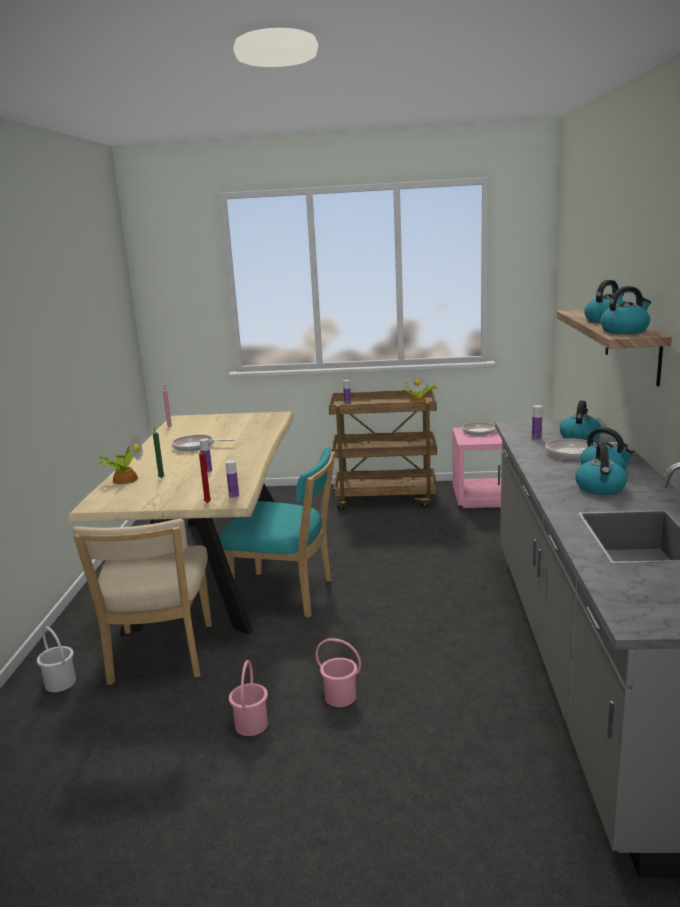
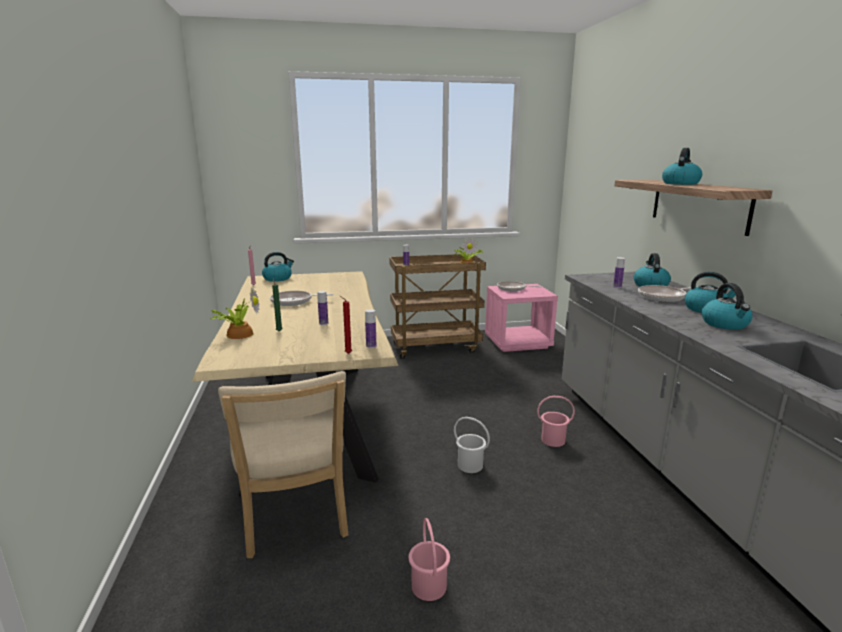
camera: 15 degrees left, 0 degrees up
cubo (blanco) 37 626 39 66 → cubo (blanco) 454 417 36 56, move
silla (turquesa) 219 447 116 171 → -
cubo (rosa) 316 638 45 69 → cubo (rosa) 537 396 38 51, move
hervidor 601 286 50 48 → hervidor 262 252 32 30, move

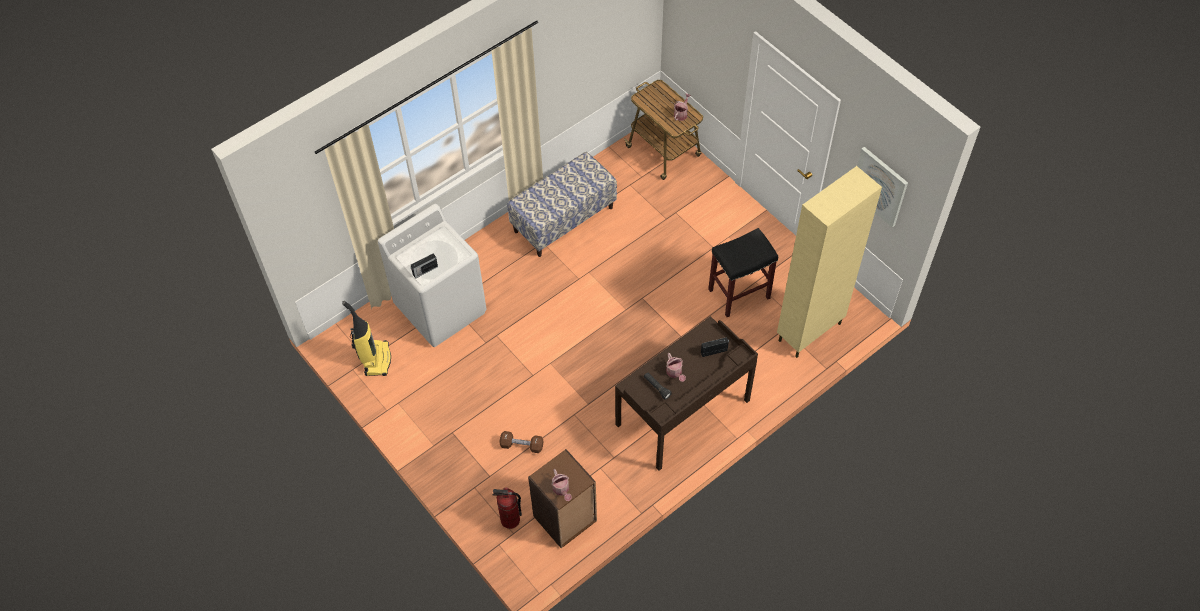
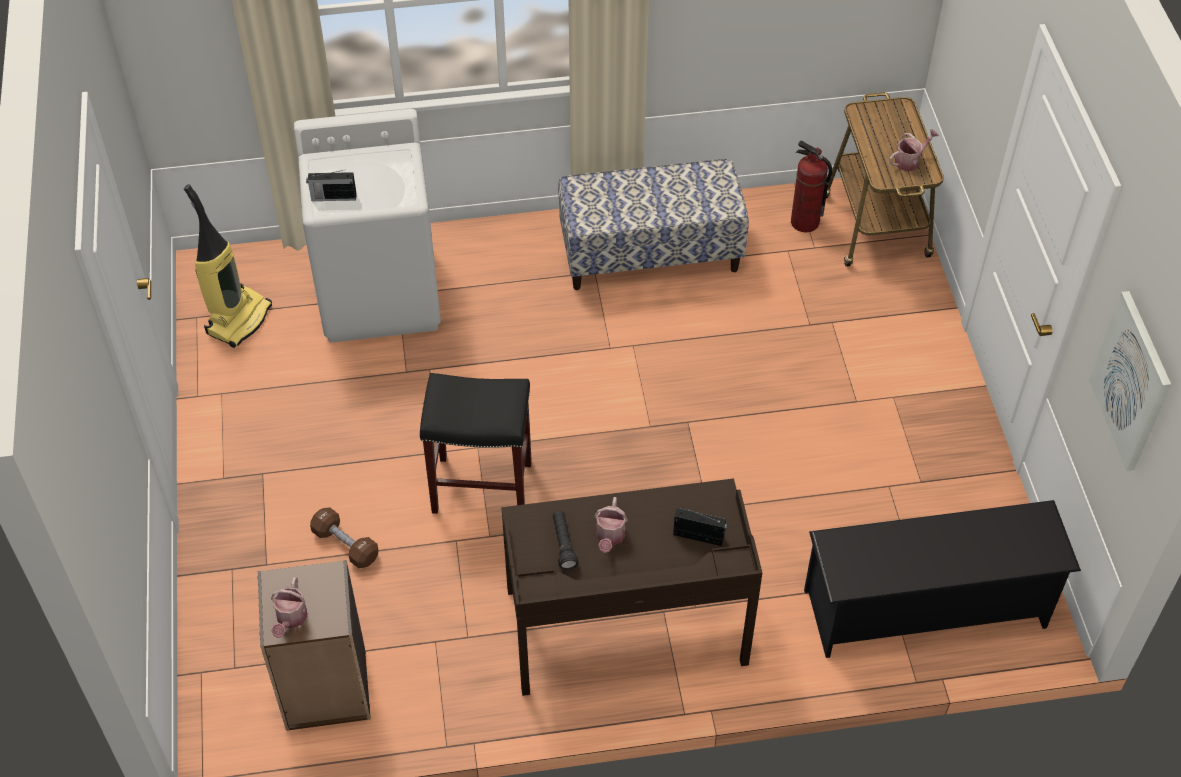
camera: 30 degrees right, 5 degrees down
extintor 493 488 29 41 → extintor 791 141 41 91, move
taburete (negro) 708 228 70 89 → taburete (negro) 420 373 112 141, move
armario (beis) 777 166 105 192 → zapatero (negro) 804 500 277 158

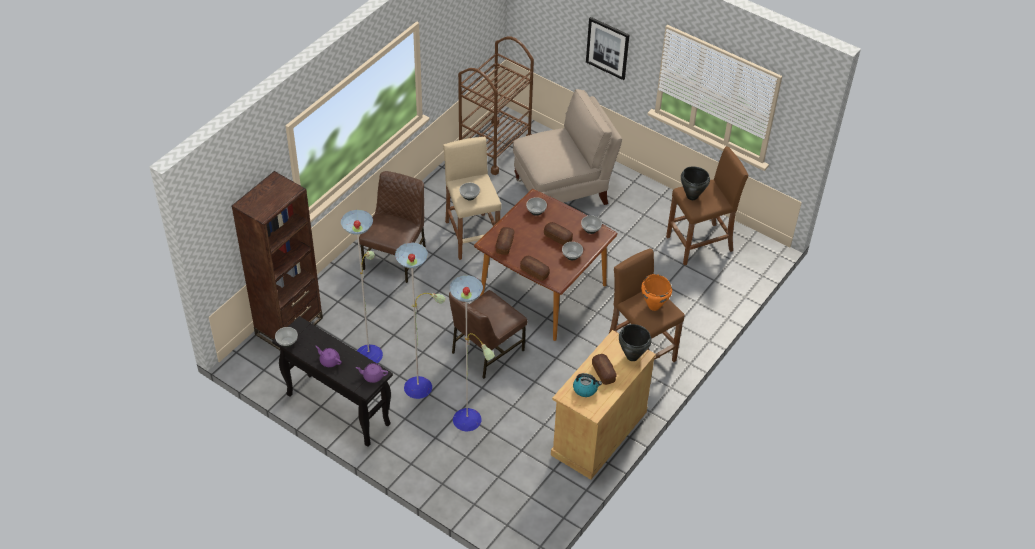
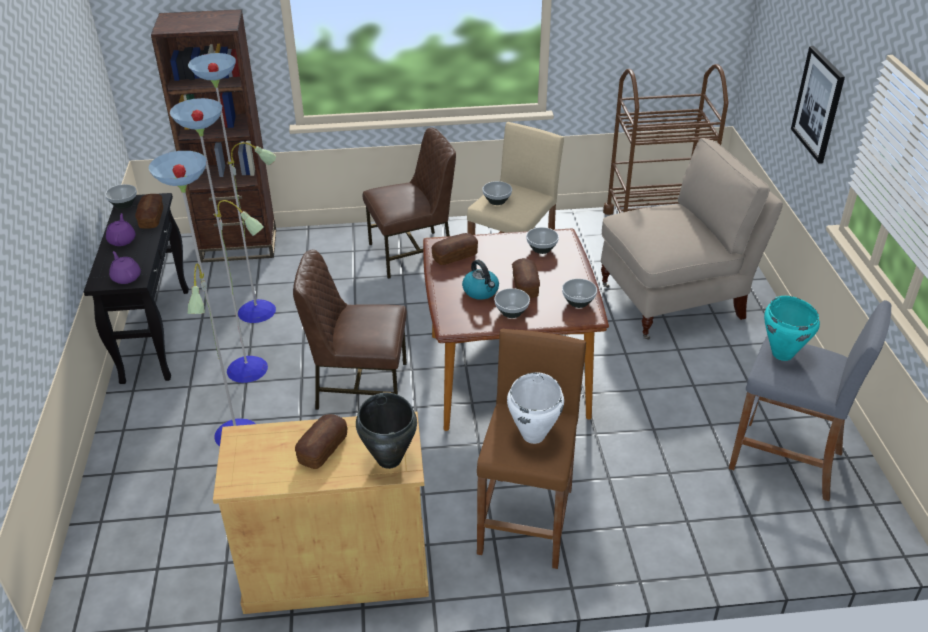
camera: 50 degrees right, 10 degrees down
silla (beis) 513 89 109 116 → silla (beis) 601 138 182 202, 45 degrees counterclockwise
pan 520 256 30 25 → pan 135 194 28 35, move
hervidor 573 373 29 24 → hervidor 462 260 37 40, move
olla (naranja) 641 274 31 37 → olla (blanco) 507 372 57 72
taburete (marrón) 666 146 82 120 → taburete (gris) 729 300 163 201
olla (negro) 681 166 29 34 → olla (turquesa) 764 296 56 65

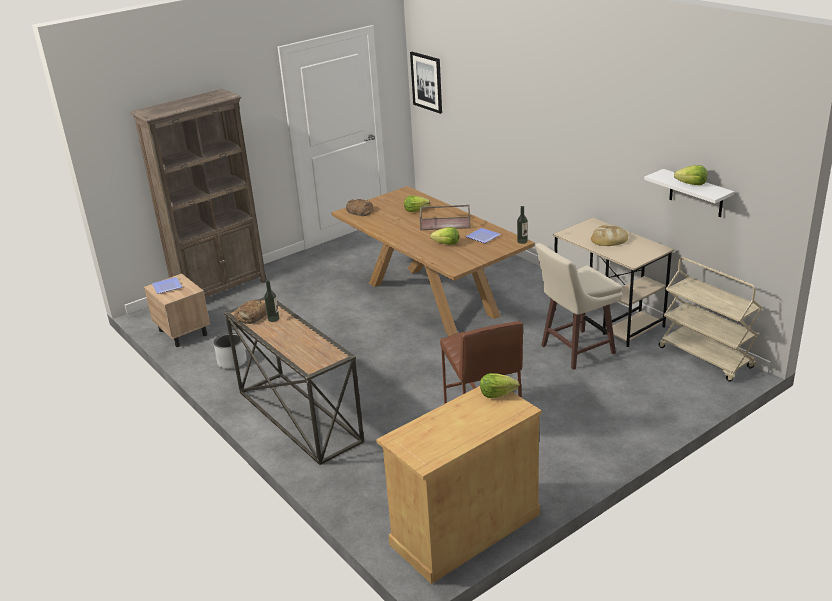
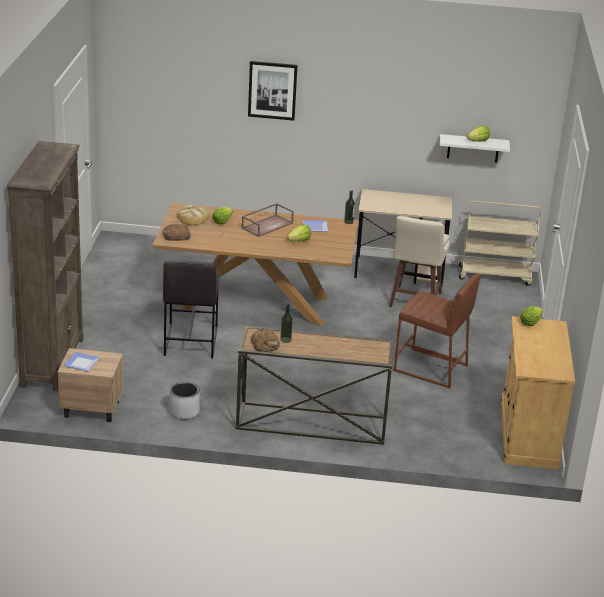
camera: 50 degrees left, 0 degrees up
cuadro 410 52 32 62 → cuadro 248 61 50 60, move
pan 591 224 37 22 → pan 177 205 33 20, move
- → taburete (gris) 163 261 57 98

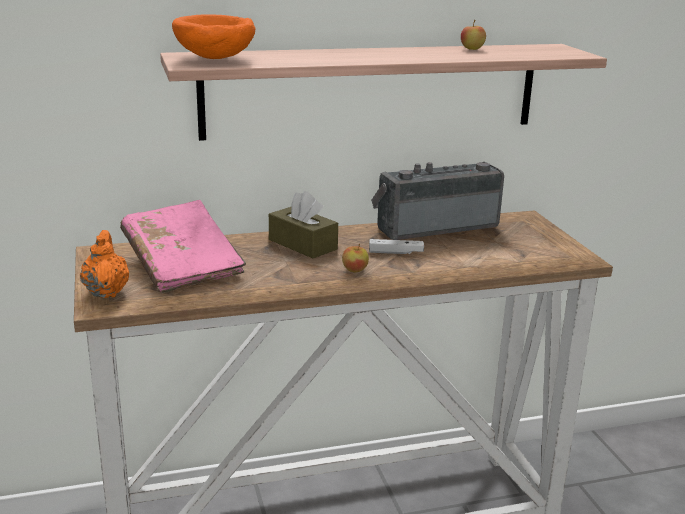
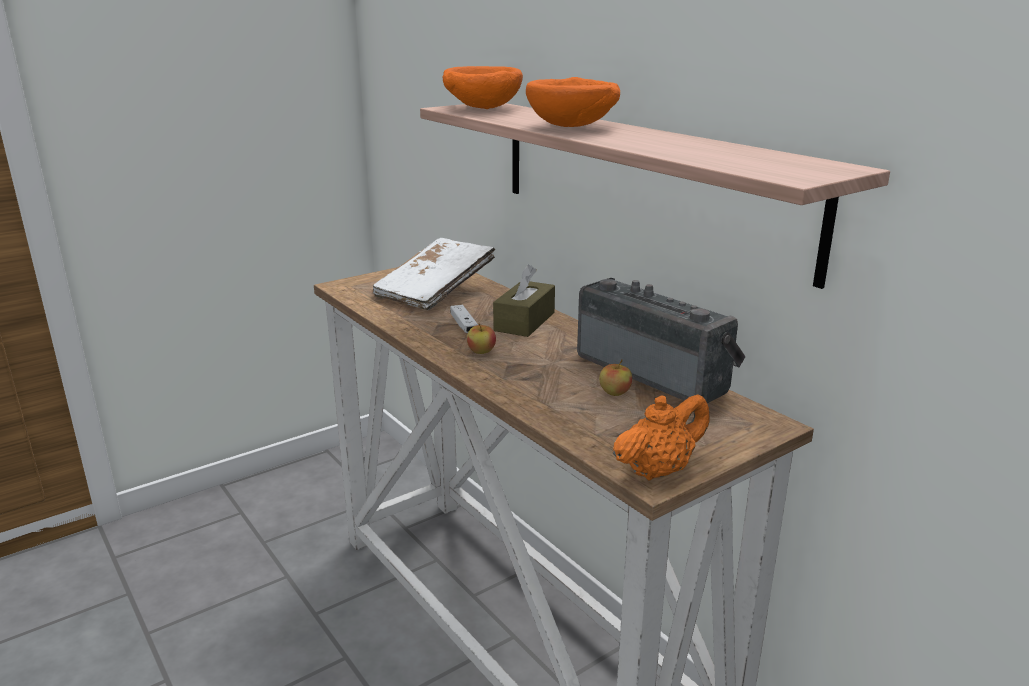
camera: 70 degrees right, 0 degrees up
tetera (naranja) 80 230 49 68 → tetera (naranja) 613 394 97 87, move
libro (rosa) 120 200 126 93 → libro (blanco) 373 238 122 72
mando de consola (blanco) 369 239 55 15 → mando de consola (blanco) 450 305 28 28, move
manzana 461 19 25 31 → manzana 599 359 33 37, move
- → cuenco (naranja) 526 77 94 50

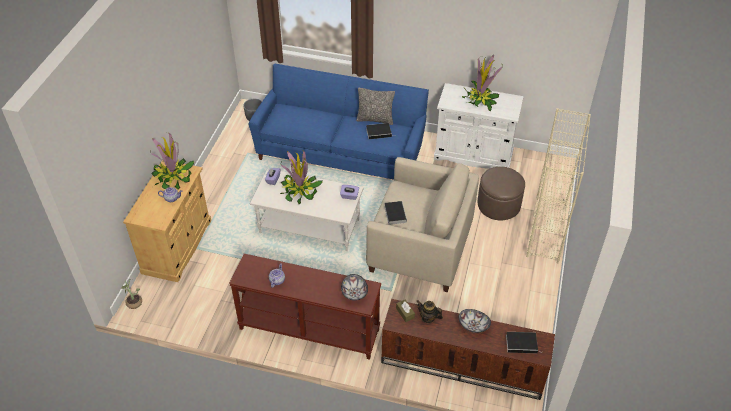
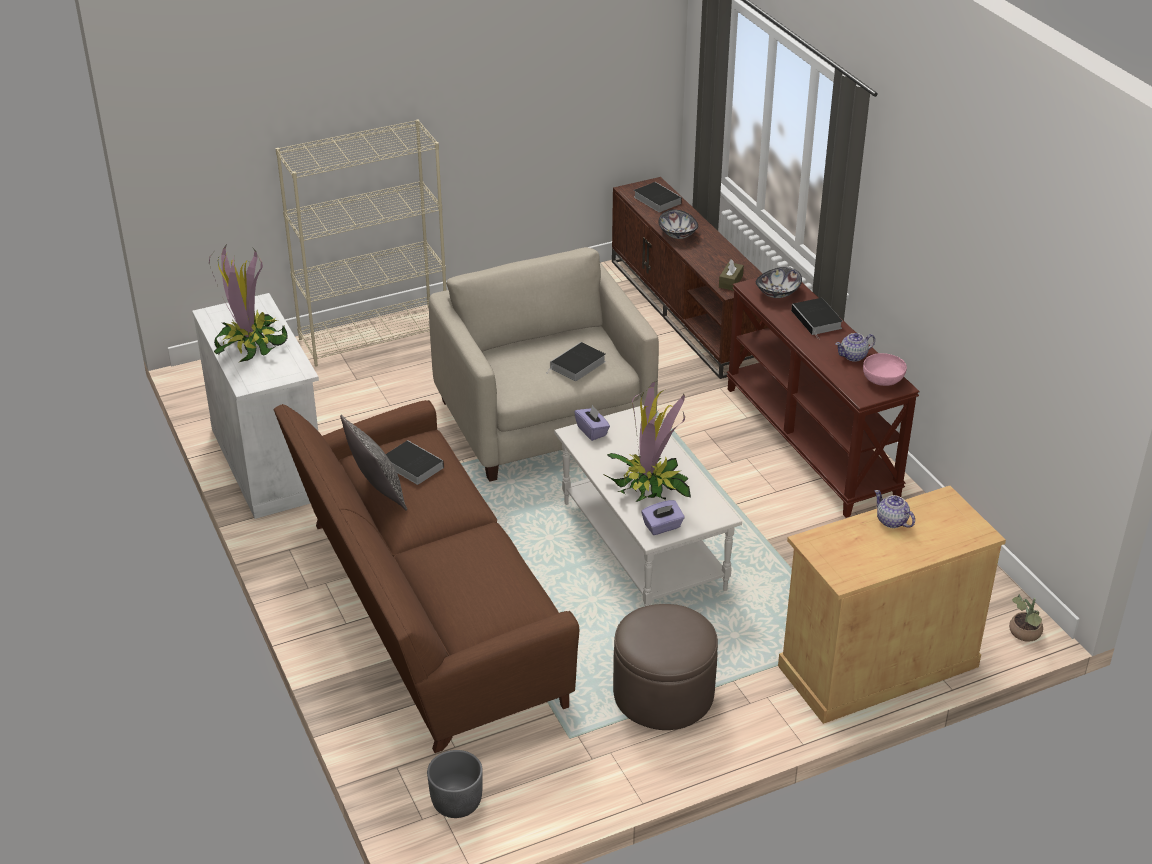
camera: 130 degrees left, 10 degrees down
planta en maceta 150 133 44 57 → -
sofá (azul) 249 64 180 116 → sofá (marrón) 274 400 305 353
tetera 416 300 27 23 → -
puf (marrón) 478 167 47 54 → puf (marrón) 613 604 105 126, move
- → libro 791 298 52 41
- → cuenco (rosa) 863 353 44 33

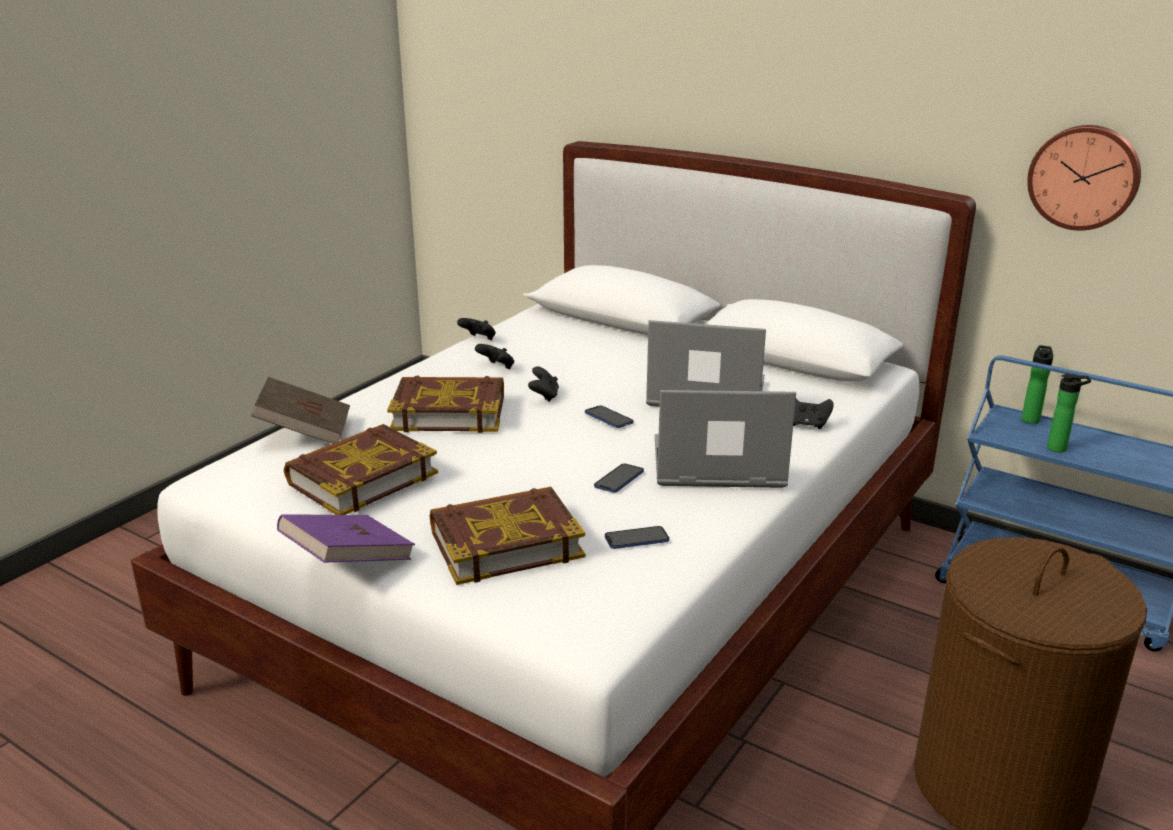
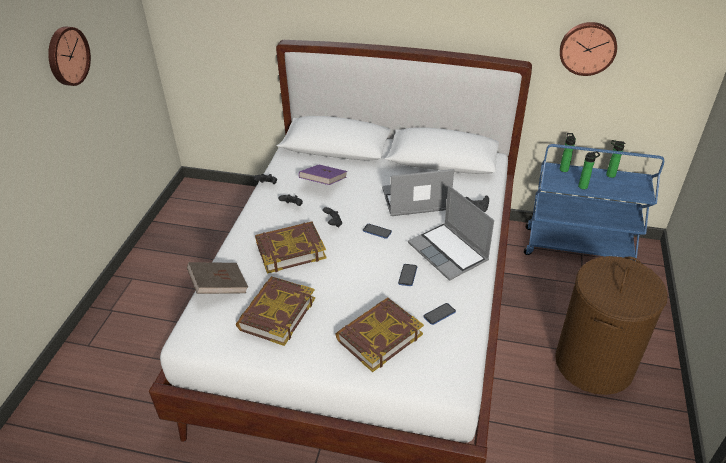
camera: 20 degrees left, 15 degrees up
libro (morado) 277 514 138 49 → libro (morado) 298 164 49 21, move
portátil 655 390 141 98 → portátil 408 185 86 96, 105 degrees counterclockwise
- → reloj de pared 48 27 43 59
- → botella 606 140 20 38

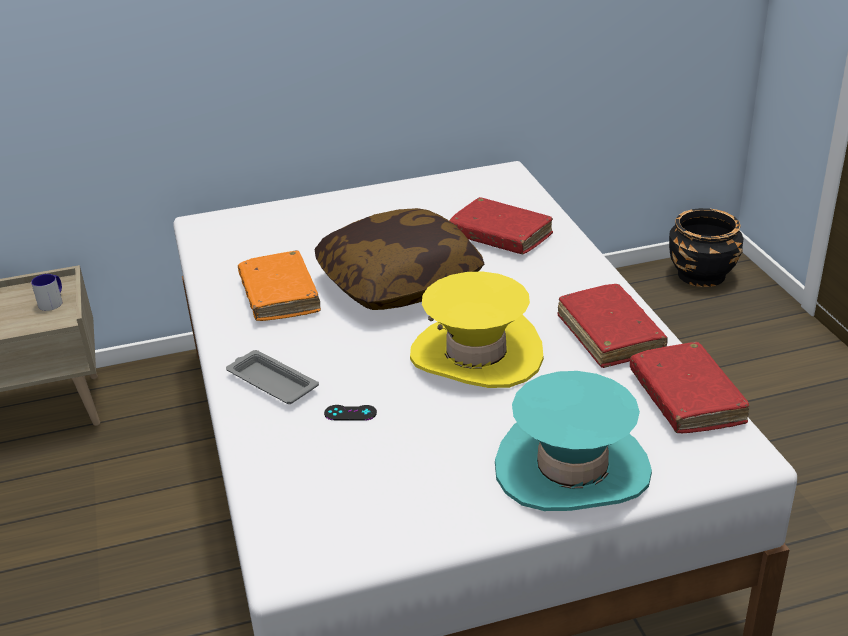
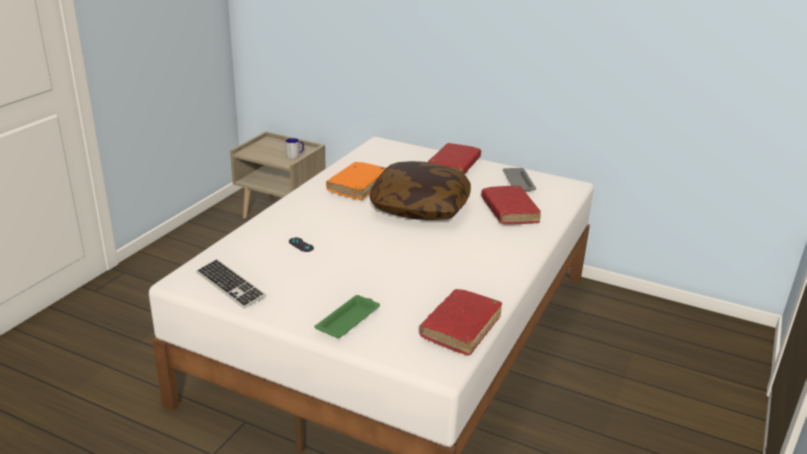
camera: 40 degrees right, 5 degrees down
bandeja (gris) 226 350 93 54 → bandeja (gris) 503 168 33 24, move
sombrero (amarillo) 410 272 134 116 → -
sombrero (turquesa) 495 371 157 140 → bandeja (verde) 315 295 65 43
libro (rojo) 557 284 111 84 → libro (rojo) 428 143 53 31, move
maceta (negro) 669 208 74 79 → -
- → teclado 196 259 70 50

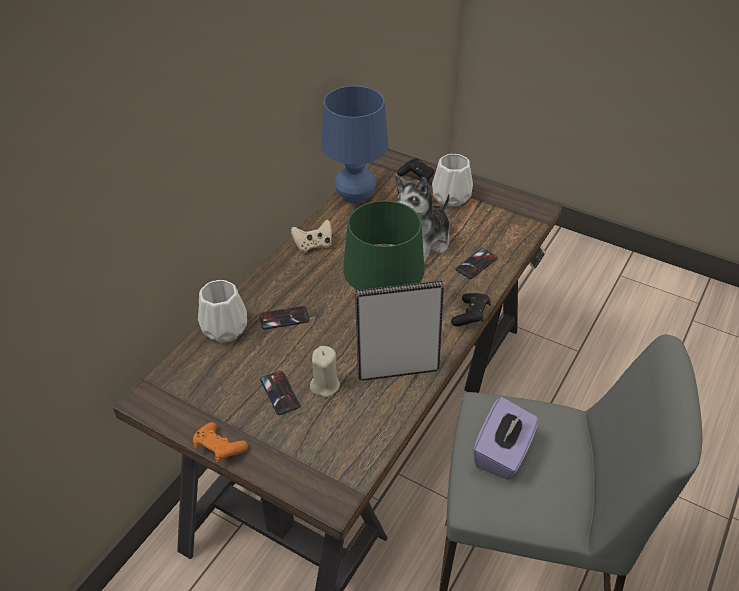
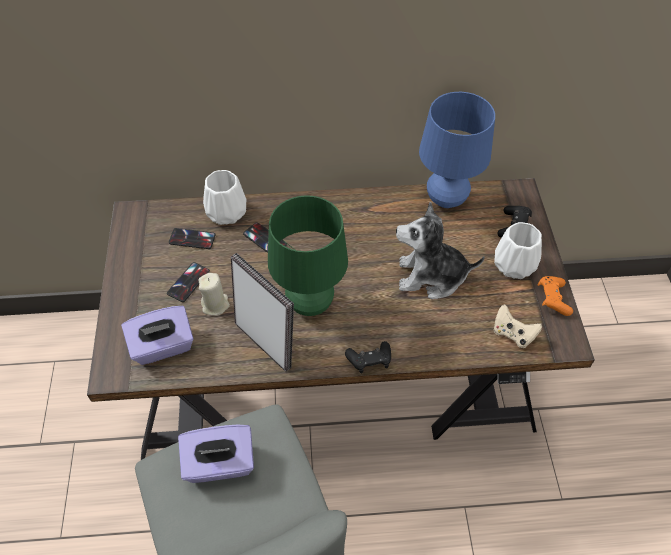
camera: 55 degrees right, 10 degrees up
mando de consola (naranja) 193 422 55 40 → mando de consola (naranja) 538 276 35 40, move
mando de consola (beis) 291 219 41 34 → mando de consola (beis) 493 304 49 44, move
móvil 456 248 42 31 → móvil 169 228 47 21, move
- → caja de pañuelos (morado) 121 306 73 59

